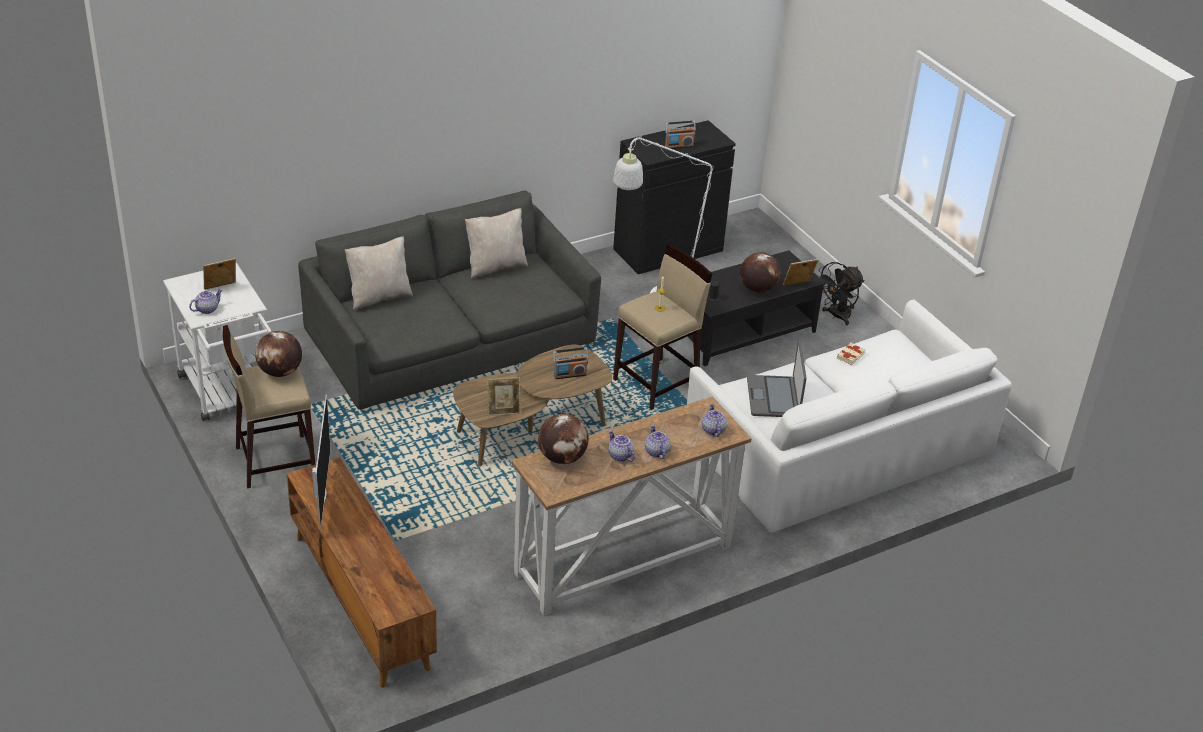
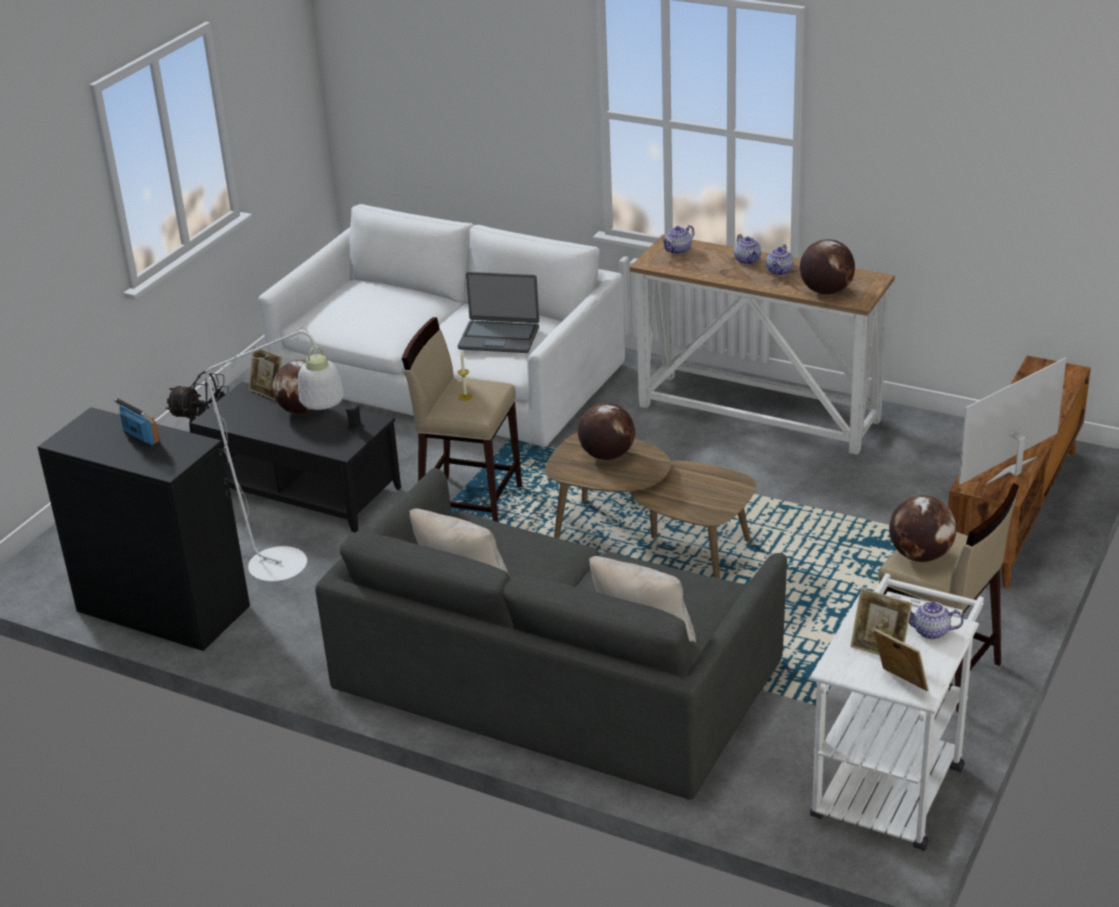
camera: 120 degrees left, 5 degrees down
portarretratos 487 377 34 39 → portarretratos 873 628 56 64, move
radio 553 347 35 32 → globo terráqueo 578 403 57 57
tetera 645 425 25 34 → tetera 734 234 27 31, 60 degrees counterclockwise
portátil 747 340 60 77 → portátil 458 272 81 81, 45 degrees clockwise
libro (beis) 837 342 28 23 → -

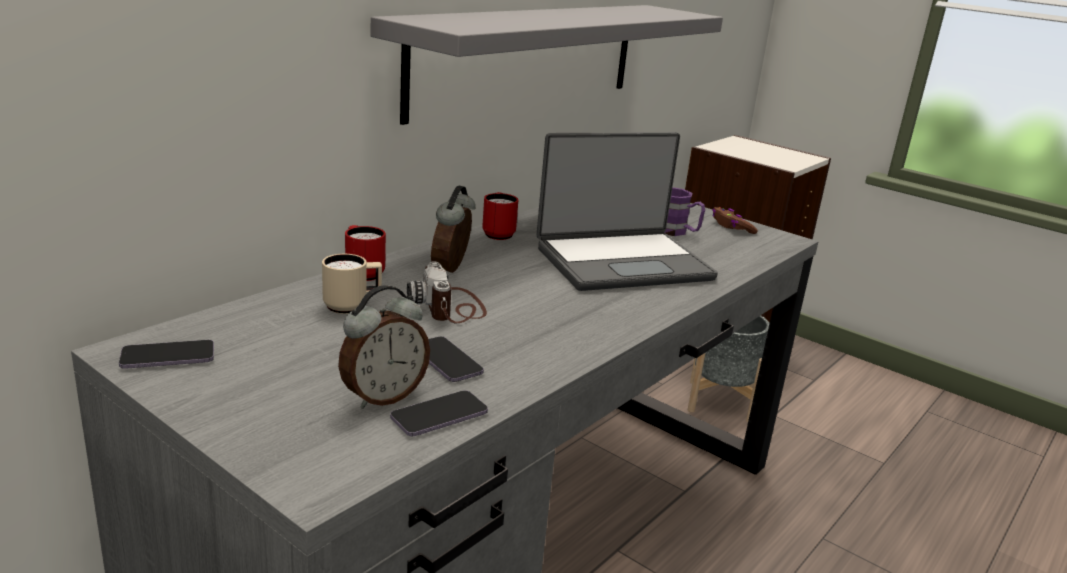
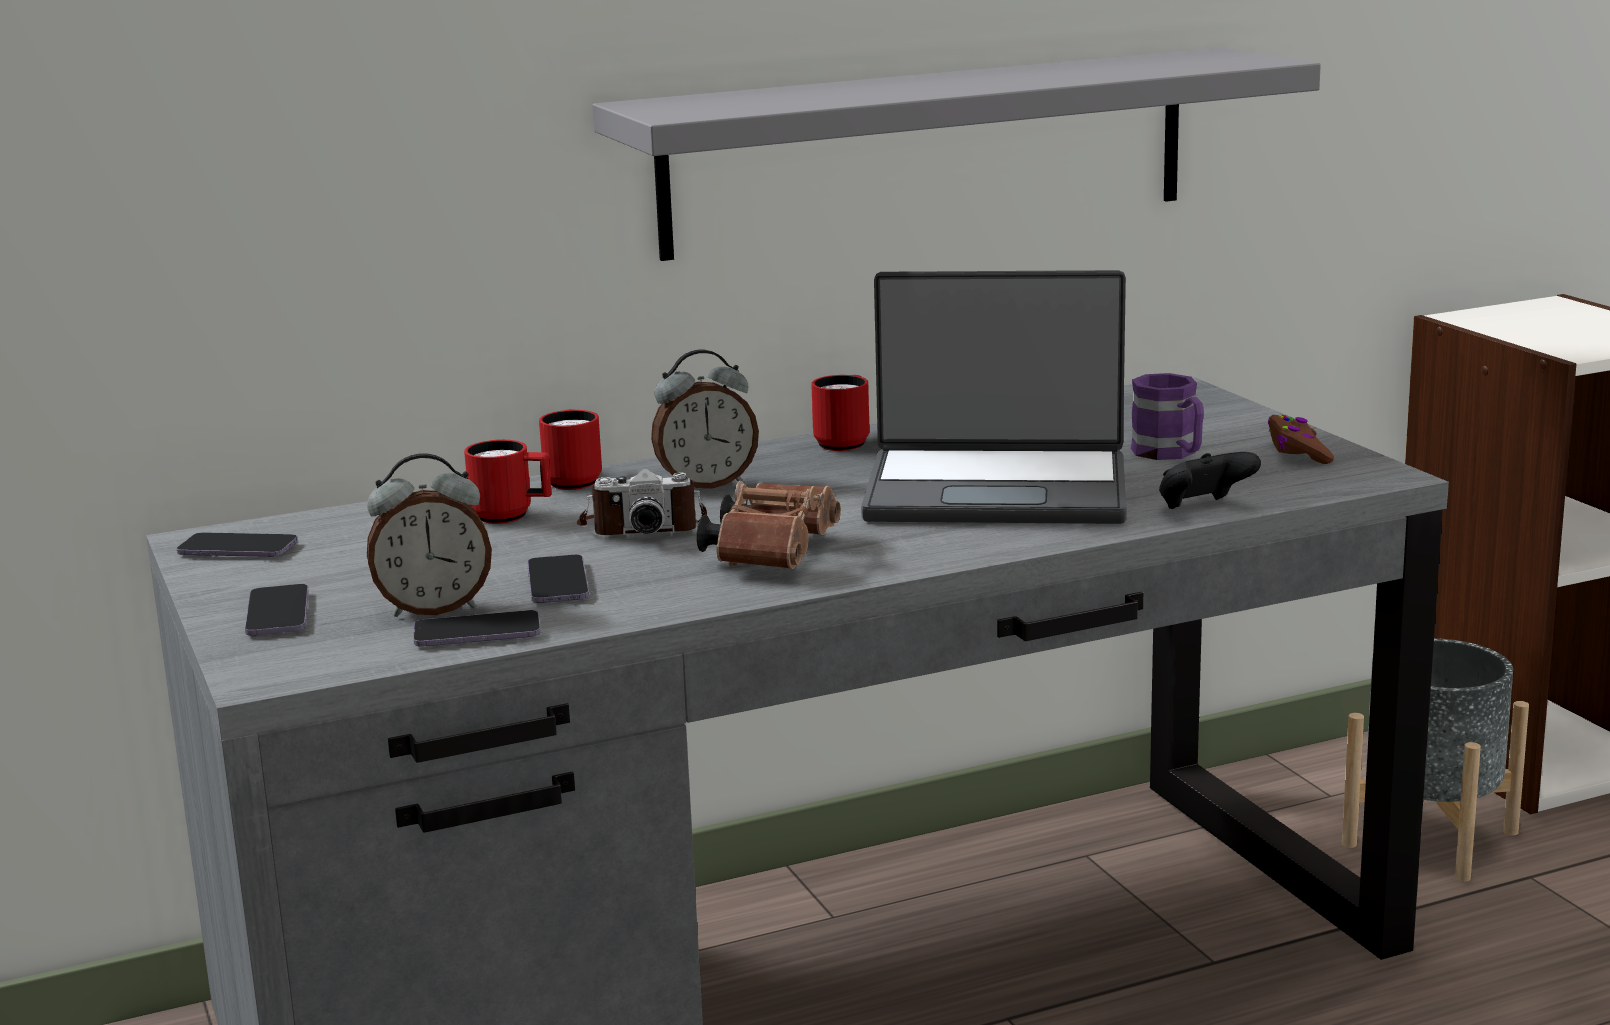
camera: 30 degrees right, 5 degrees down
taza grande (beis) 322 254 60 60 → taza grande (rojo) 464 440 88 84
cámara 407 262 80 61 → cámara 577 469 130 66, 105 degrees counterclockwise
despertador 431 185 45 88 → despertador 651 350 108 138, 150 degrees counterclockwise
- → móvil 245 584 64 52
- → prismáticos (marrón) 697 481 144 88
- → mando de consola (negro) 1159 452 102 57

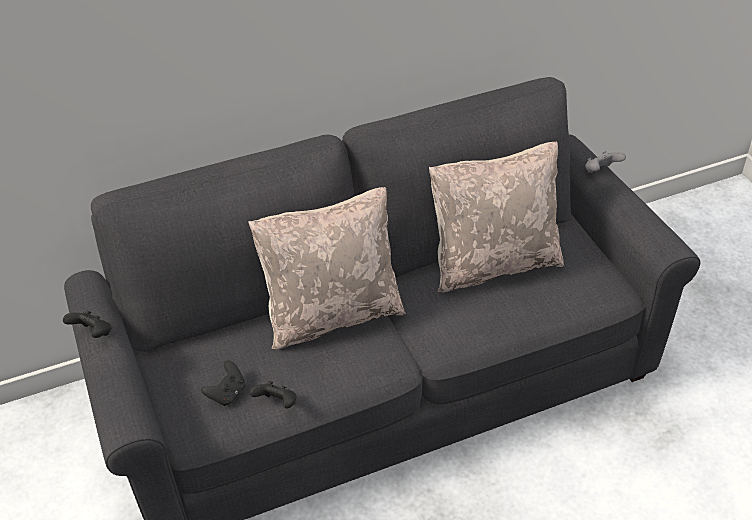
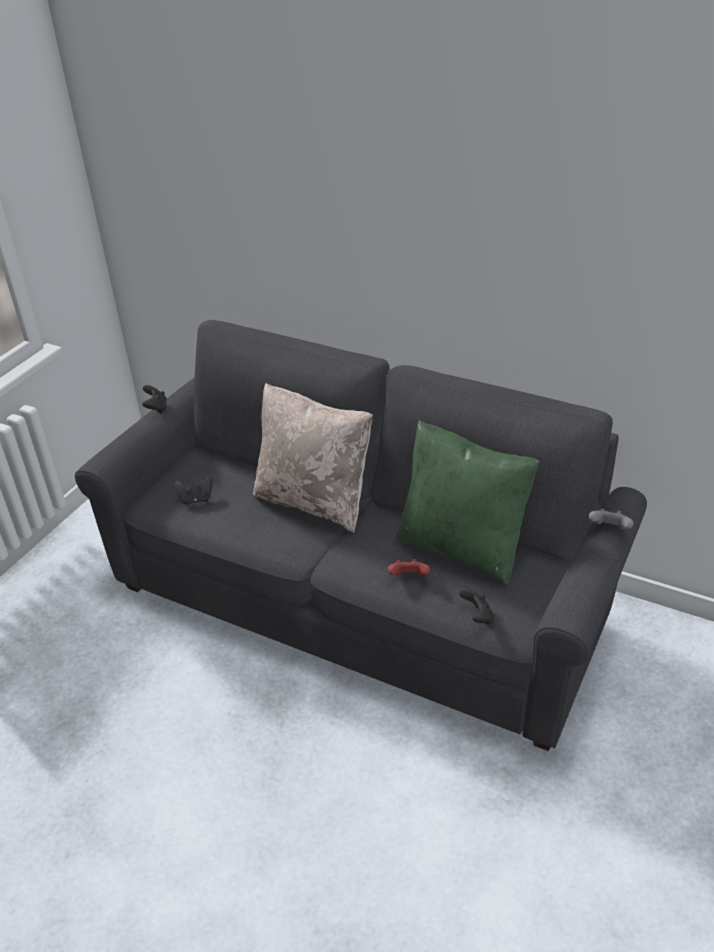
camera: 50 degrees right, 5 degrees down
mando de consola (negro) 250 381 47 27 → mando de consola (negro) 459 589 36 36, move
cojín (beis) 429 142 135 150 → cojín (verde) 396 420 144 165
- → mando de consola (rojo) 388 559 42 16

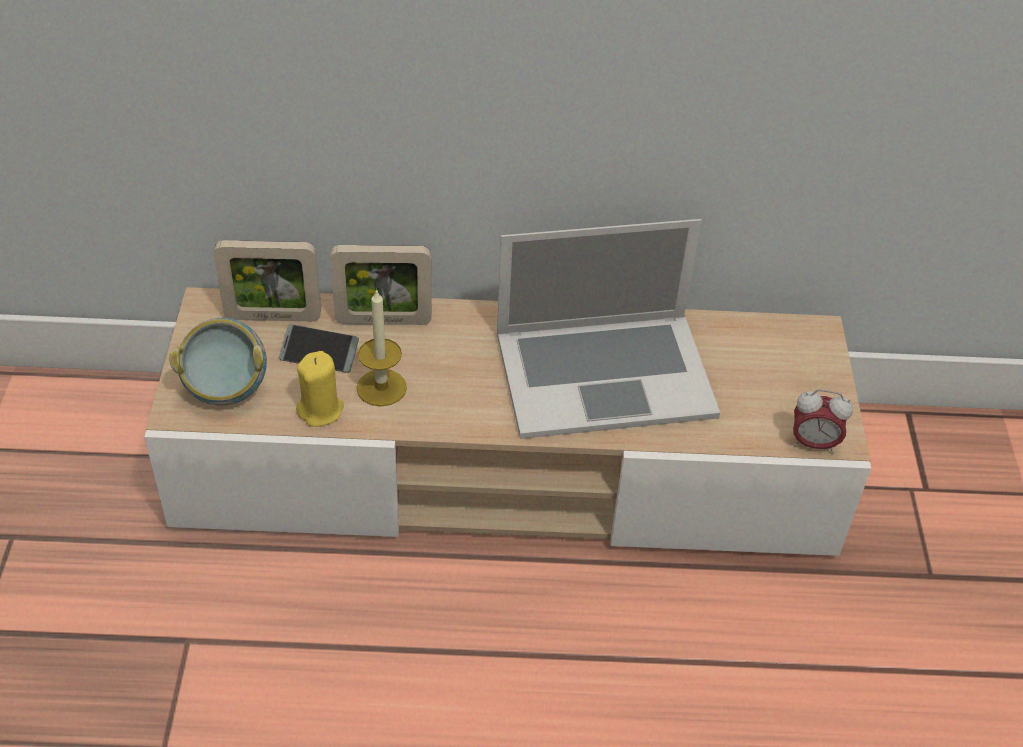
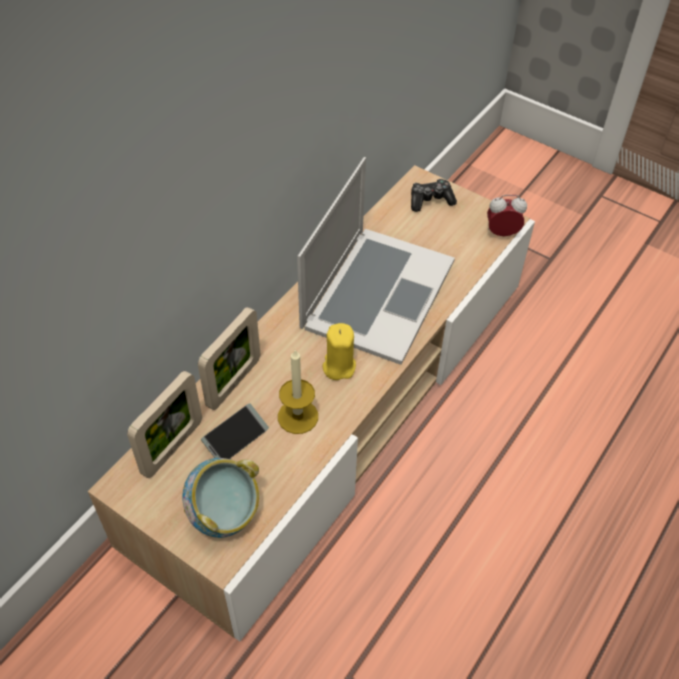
camera: 55 degrees left, 5 degrees up
vela (amarillo) 296 351 48 76 → vela (amarillo) 322 323 34 57, move
despertador 793 389 60 65 → despertador 487 195 40 41, 135 degrees counterclockwise
- → mando de consola 411 179 46 33

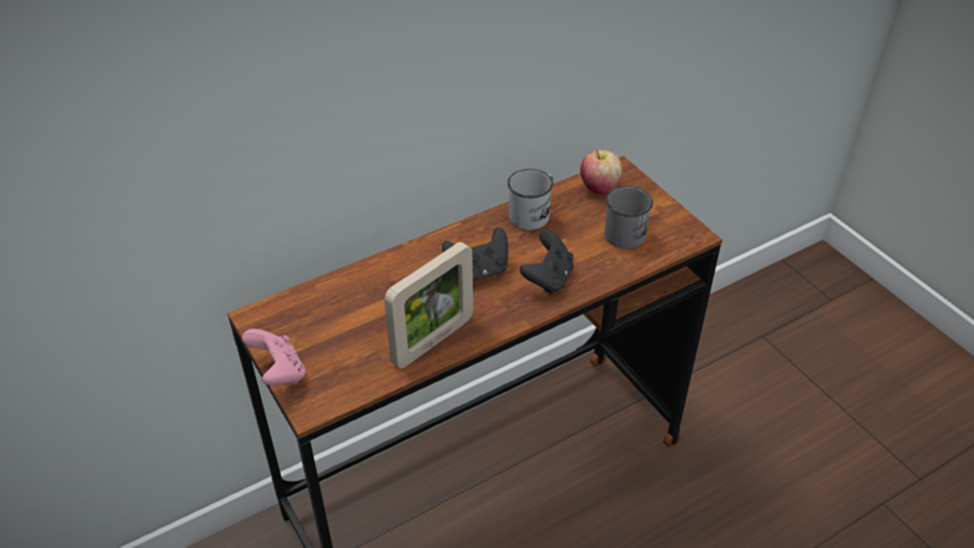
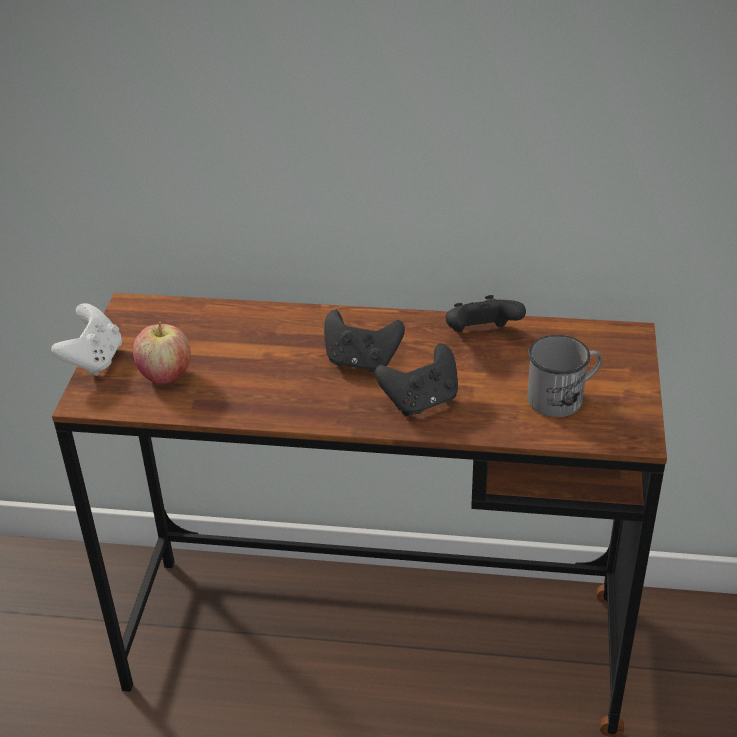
camera: 40 degrees right, 5 degrees down
mando de consola (rosa) 242 329 64 57 → mando de consola (blanco) 51 303 71 73
portarretratos 384 242 89 126 → -
taza grande (blanco) 507 169 47 61 → mando de consola (negro) 446 295 80 37
manzana 580 149 43 46 → manzana 133 322 58 62, move

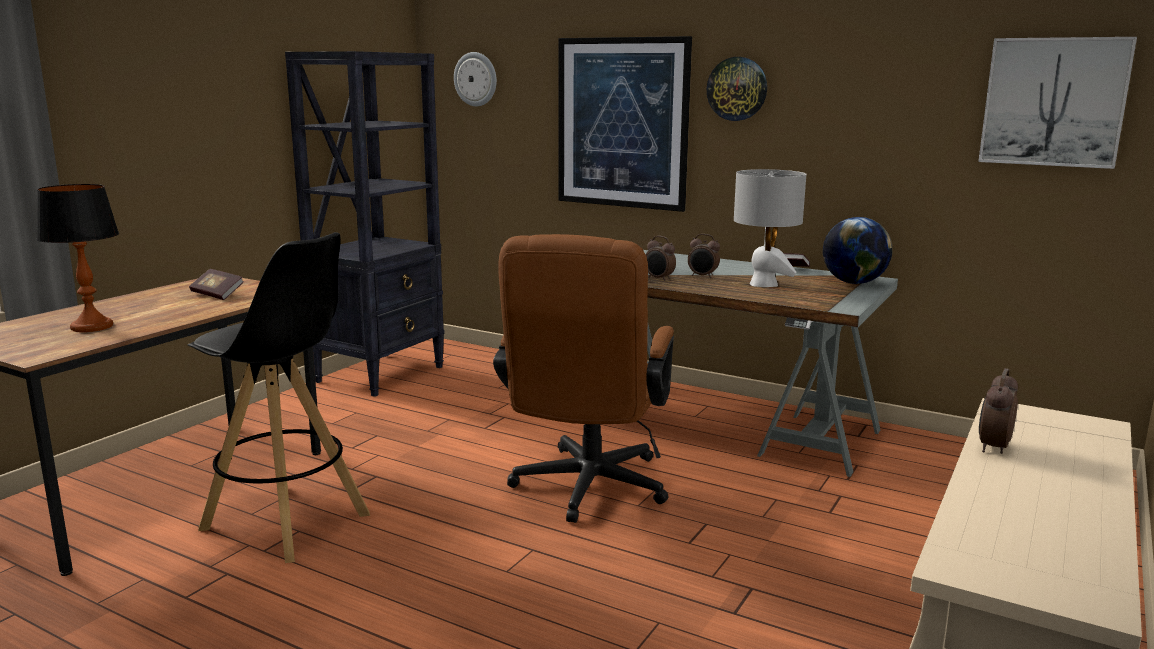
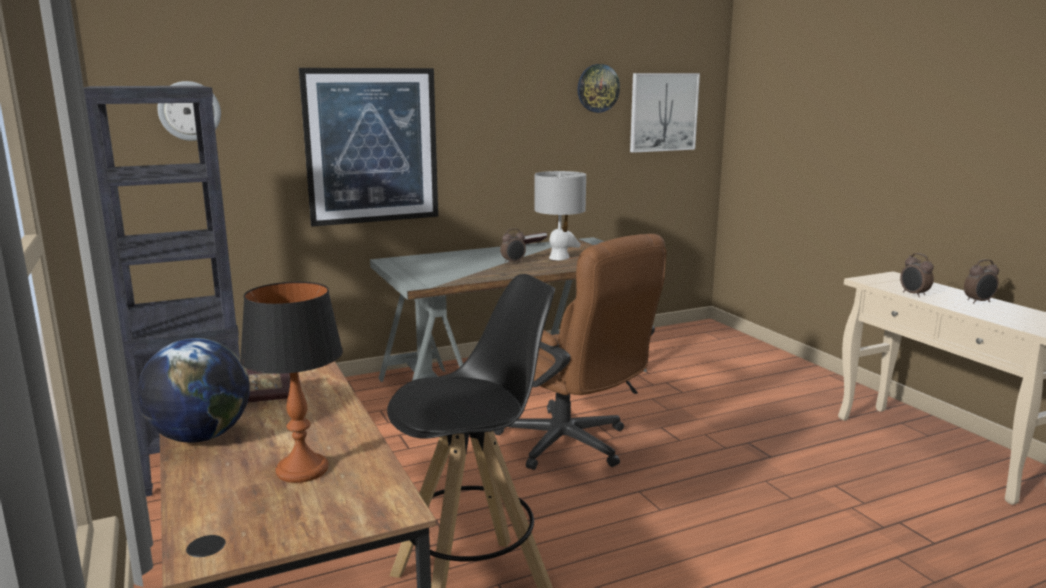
camera: 55 degrees left, 0 degrees up
despertador 646 236 30 45 → despertador 964 259 35 44, move
reloj de pared 707 57 60 64 → reloj de pared 577 64 43 49, move
globo terráqueo 823 217 70 67 → globo terráqueo 137 338 113 105, move

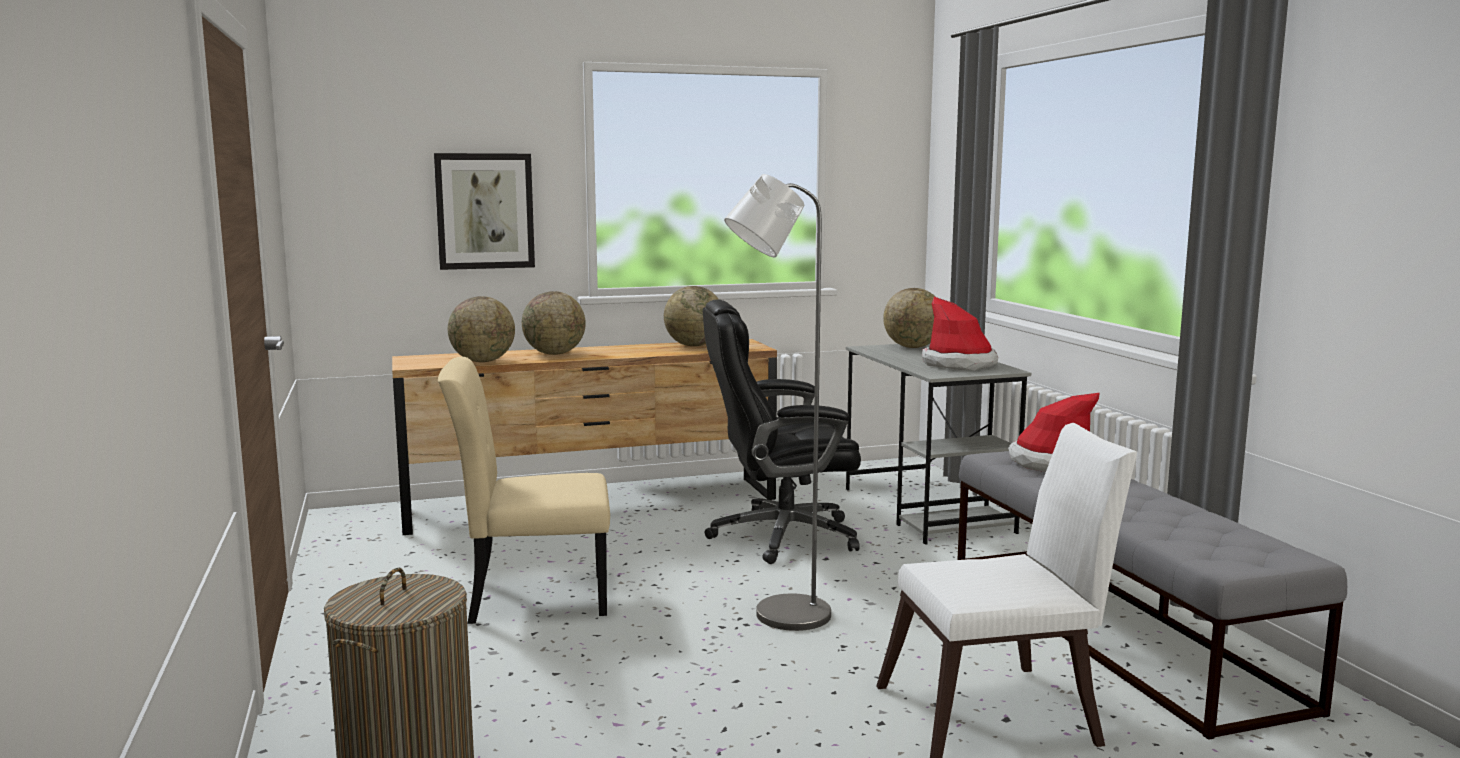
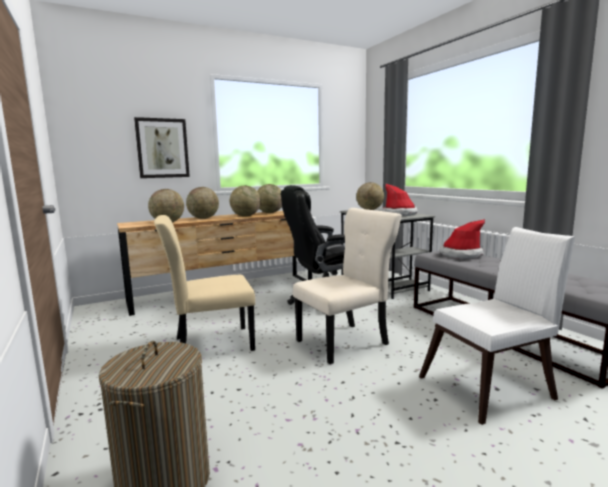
camera: 10 degrees left, 0 degrees up
lámpara de pie (gris) 724 174 107 457 → silla (beis) 293 208 109 156
- → globo terráqueo 230 186 31 31

